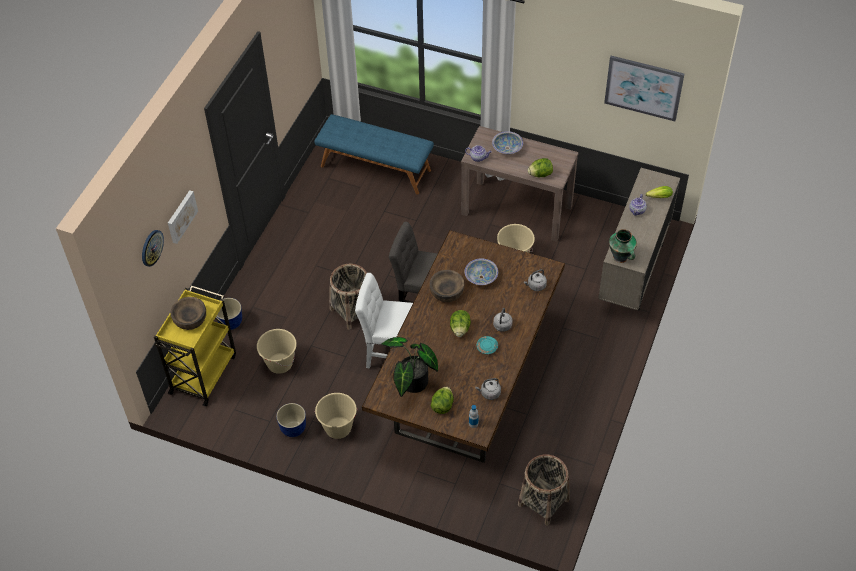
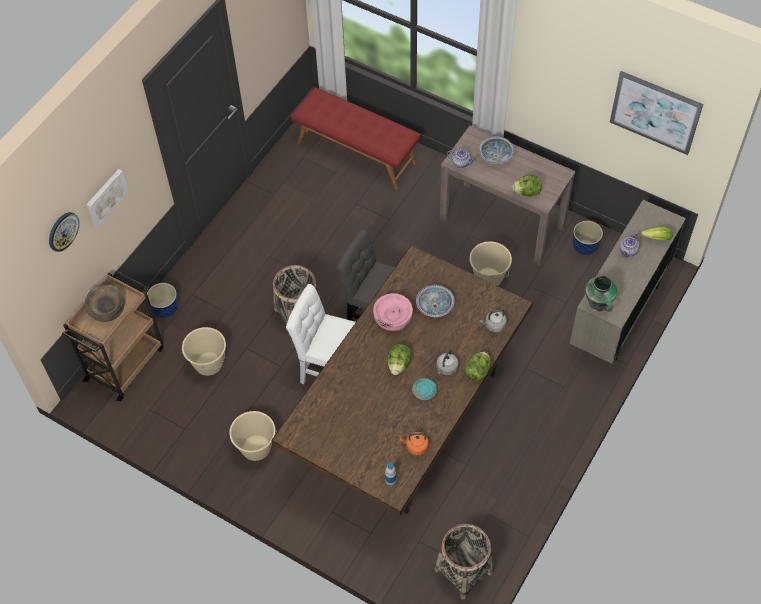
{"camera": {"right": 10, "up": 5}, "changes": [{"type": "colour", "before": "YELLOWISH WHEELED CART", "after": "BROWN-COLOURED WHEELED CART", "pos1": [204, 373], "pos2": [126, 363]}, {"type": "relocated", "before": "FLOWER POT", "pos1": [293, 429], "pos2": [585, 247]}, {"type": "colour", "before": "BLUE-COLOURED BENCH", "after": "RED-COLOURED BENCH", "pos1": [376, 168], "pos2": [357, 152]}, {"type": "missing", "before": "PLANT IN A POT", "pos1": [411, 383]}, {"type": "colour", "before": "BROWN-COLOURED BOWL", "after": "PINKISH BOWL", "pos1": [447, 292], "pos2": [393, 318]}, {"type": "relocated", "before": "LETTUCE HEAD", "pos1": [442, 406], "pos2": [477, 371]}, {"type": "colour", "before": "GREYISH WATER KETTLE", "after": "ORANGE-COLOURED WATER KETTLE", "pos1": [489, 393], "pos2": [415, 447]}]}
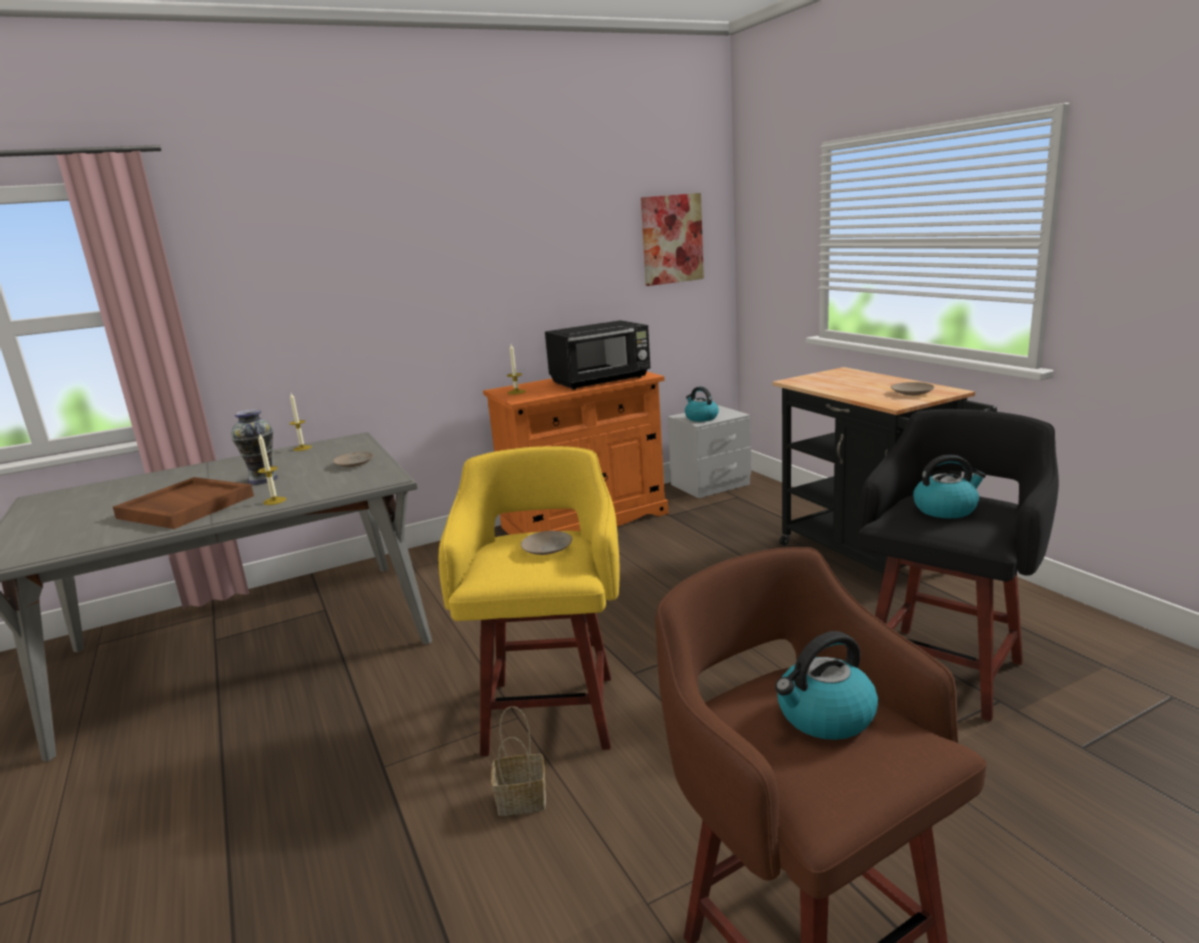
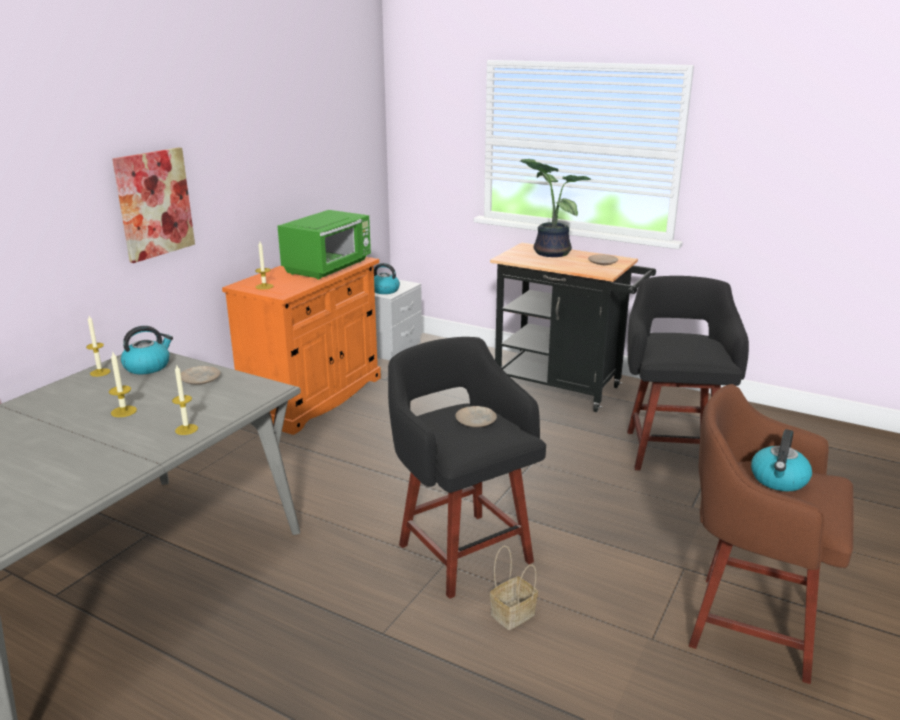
{"camera": {"right": -35, "up": 5}, "changes": [{"type": "missing", "before": "BROWN-COLOURED SERVING TRAY", "pos1": [185, 507]}, {"type": "exchanged", "before": "VASE", "after": "CANDLE", "pos1": [263, 479], "pos2": [124, 411]}, {"type": "colour", "before": "YELLOWISH SITTING STOOL", "after": "BLACKISH SITTING STOOL", "pos1": [550, 709], "pos2": [462, 550]}, {"type": "colour", "before": "BLACKISH KITCHEN MICROWAVE", "after": "GREEN KITCHEN MICROWAVE", "pos1": [601, 380], "pos2": [329, 267]}, {"type": "relocated", "before": "PICTURE", "pos1": [672, 239], "pos2": [154, 204]}, {"type": "relocated", "before": "WATER KETTLE", "pos1": [945, 509], "pos2": [148, 366]}, {"type": "appeared", "after": "PLANT IN A POT", "pos2": [549, 252]}]}
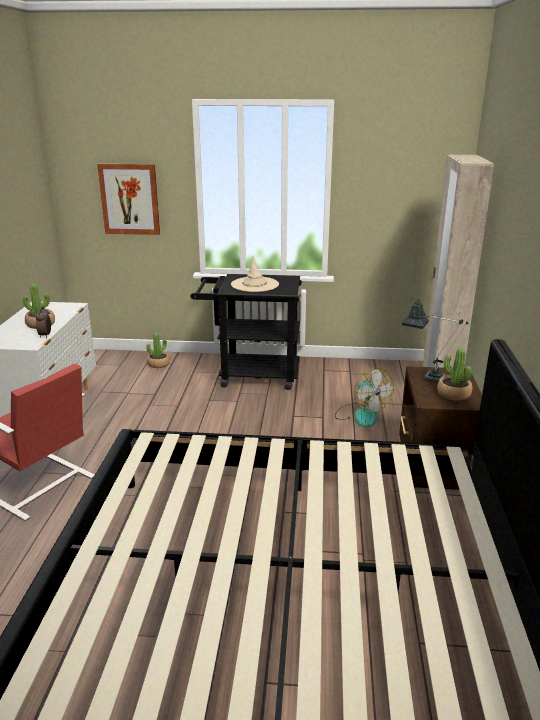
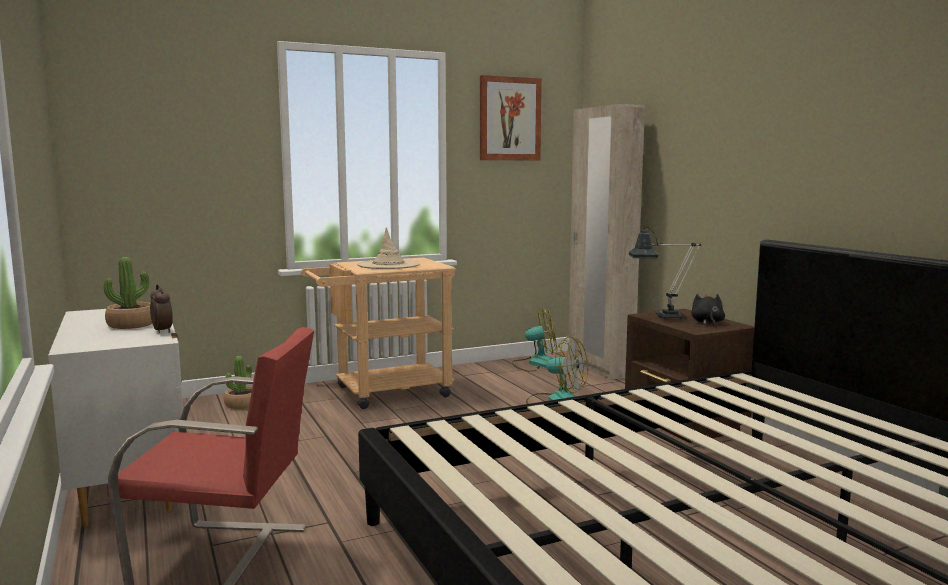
{"camera": {"right": -30, "up": -15}, "changes": [{"type": "relocated", "before": "PICTURE", "pos1": [130, 199], "pos2": [509, 119]}, {"type": "colour", "before": "BLACKISH WHEELED CART", "after": "SAND-COLOURED WHEELED CART", "pos1": [251, 375], "pos2": [382, 393]}, {"type": "exchanged", "before": "PLANT IN A POT", "after": "BLACKISH SOFT TOY", "pos1": [453, 394], "pos2": [707, 323]}, {"type": "appeared", "after": "COOLING FAN", "pos2": [536, 364]}]}
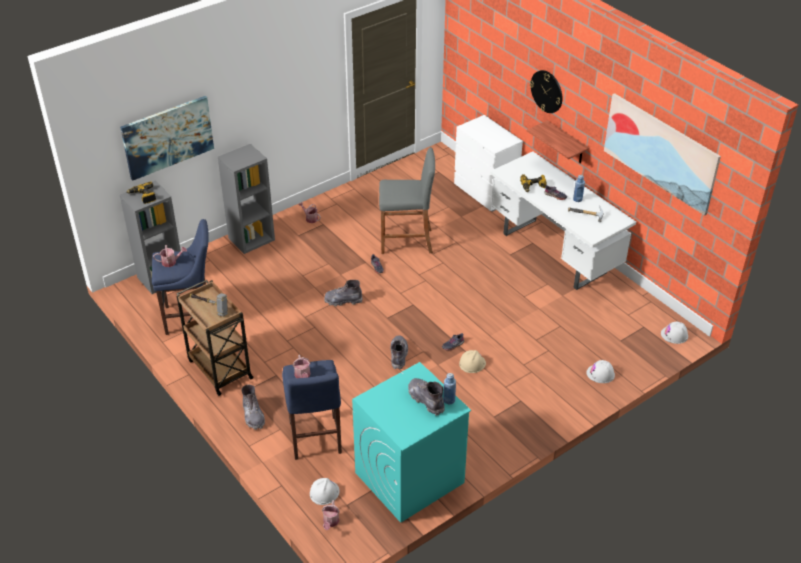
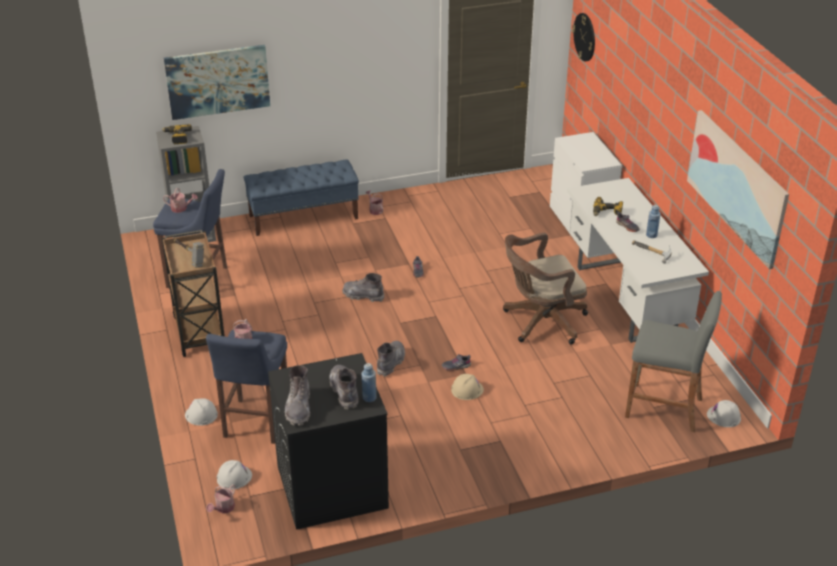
{"camera": {"right": 20, "up": -5}, "changes": [{"type": "exchanged", "before": "GREYISH SHELVING UNIT", "after": "BLUE-COLOURED BENCH", "pos1": [251, 238], "pos2": [304, 217]}, {"type": "relocated", "before": "GREYISH HIGH-TOP BOOT", "pos1": [253, 415], "pos2": [298, 408]}, {"type": "colour", "before": "BLUE-GREEN WASHING MACHINE", "after": "BLACKISH WASHING MACHINE", "pos1": [409, 478], "pos2": [331, 487]}, {"type": "relocated", "before": "GREYISH SITTING STOOL", "pos1": [406, 241], "pos2": [663, 408]}, {"type": "missing", "before": "SHELF", "pos1": [567, 143]}, {"type": "relocated", "before": "CLOCK ON THE WALL", "pos1": [547, 91], "pos2": [585, 37]}, {"type": "relocated", "before": "WHITE SAFETY HELMET", "pos1": [600, 374], "pos2": [201, 415]}, {"type": "appeared", "after": "BROWN-COLOURED COMPUTER CHAIR", "pos2": [541, 322]}]}
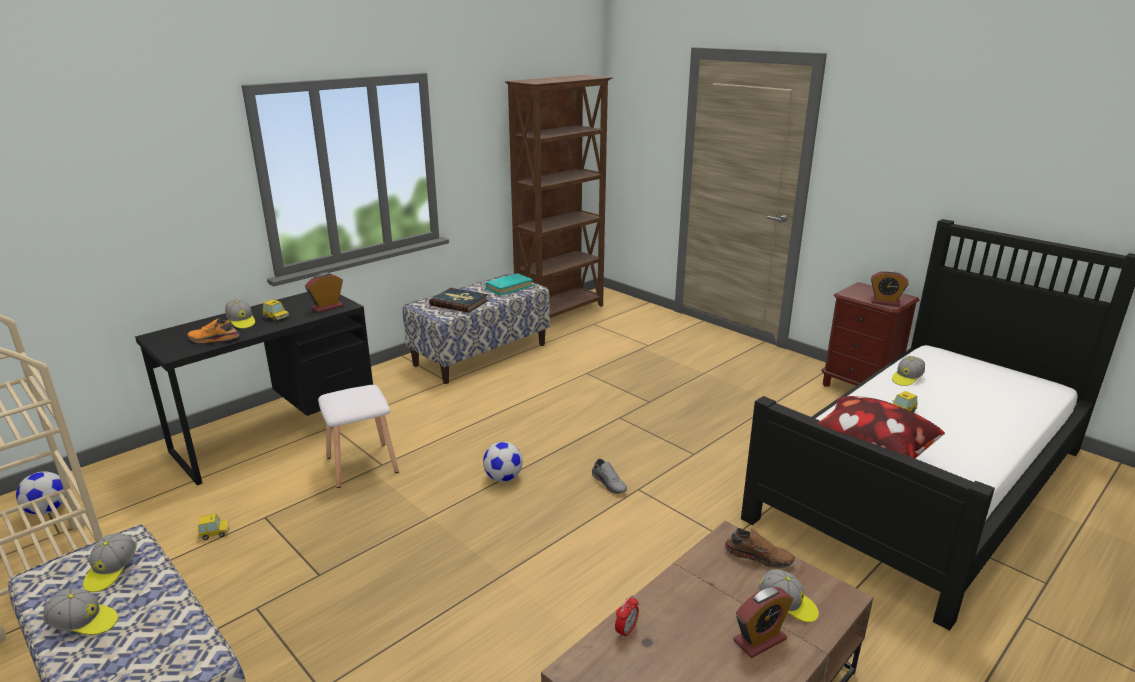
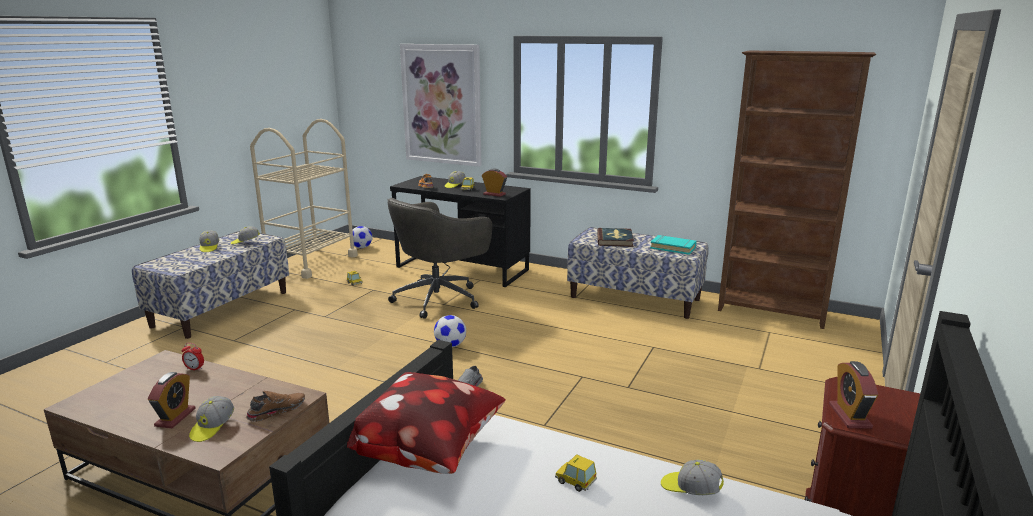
{"camera": {"right": 70, "up": -5}, "changes": [{"type": "exchanged", "before": "WHITE SITTING STOOL", "after": "GREYISH COMPUTER CHAIR", "pos1": [361, 465], "pos2": [439, 298]}, {"type": "spun", "before": "BROWN-COLOURED SHOE", "pos1": [758, 556], "pos2": [276, 410], "turn": -135}, {"type": "spun", "before": "BEDSIDE CLOCK", "pos1": [759, 640], "pos2": [175, 417], "turn": -120}, {"type": "appeared", "after": "PICTURE", "pos2": [442, 104]}]}
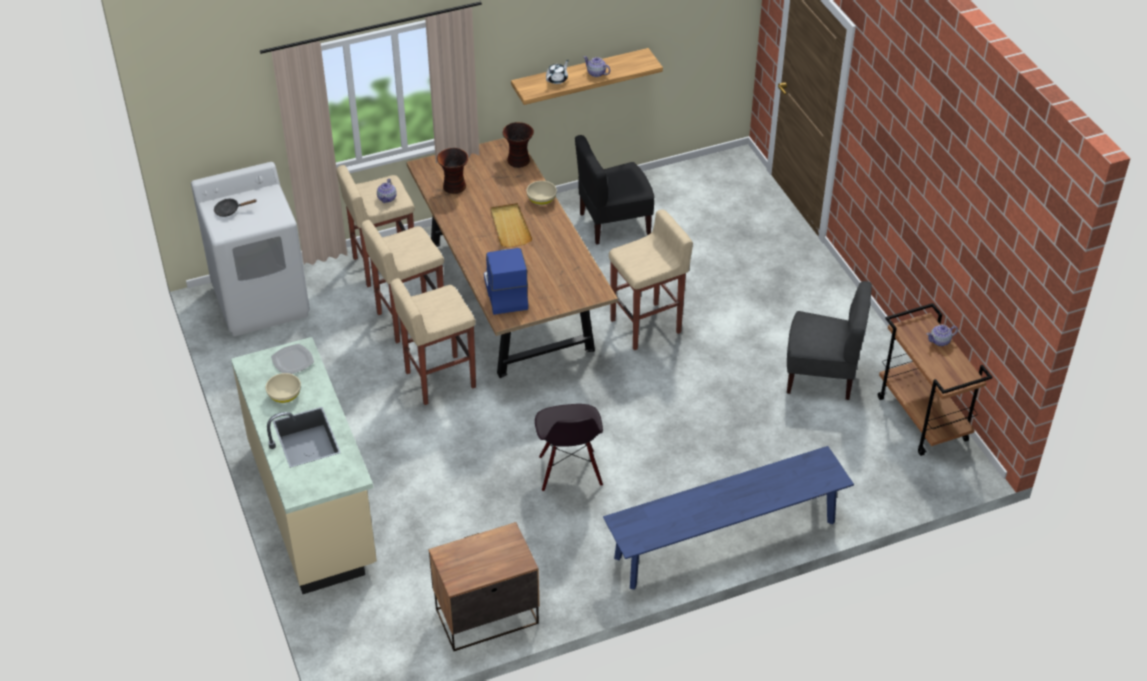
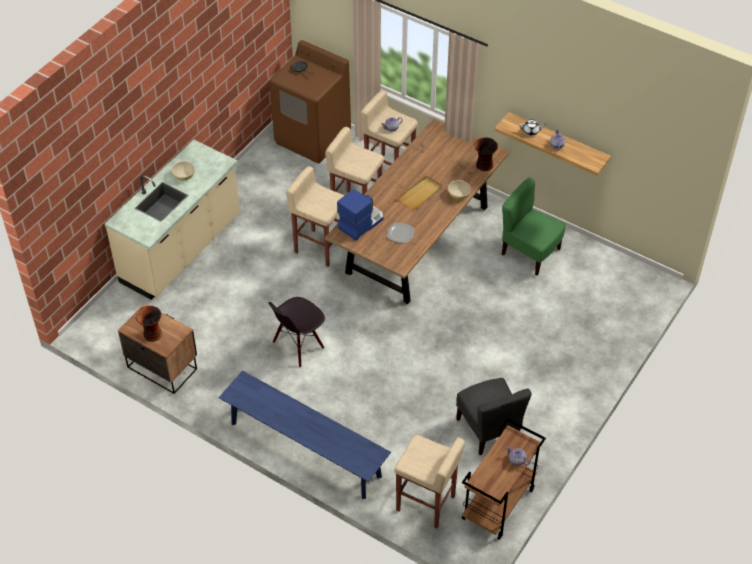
{"camera": {"right": 55, "up": 5}, "changes": [{"type": "colour", "before": "WHITE WASHING MACHINE", "after": "BROWN-COLOURED WASHING MACHINE", "pos1": [261, 300], "pos2": [313, 137]}, {"type": "relocated", "before": "FLAT DISH", "pos1": [293, 360], "pos2": [400, 233]}, {"type": "relocated", "before": "VASE", "pos1": [454, 187], "pos2": [152, 334]}, {"type": "colour", "before": "BLACKISH UPRIGHT CHAIR", "after": "GREEN UPRIGHT CHAIR", "pos1": [614, 223], "pos2": [530, 252]}, {"type": "relocated", "before": "SAND-COLOURED SITTING STOOL", "pos1": [647, 326], "pos2": [426, 504]}]}
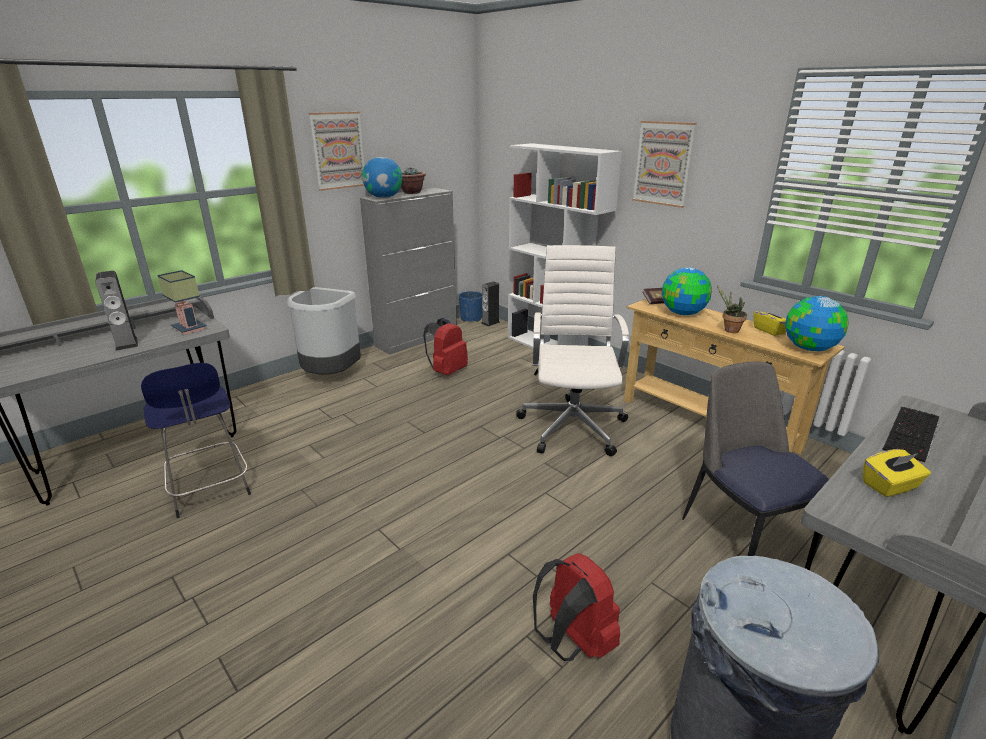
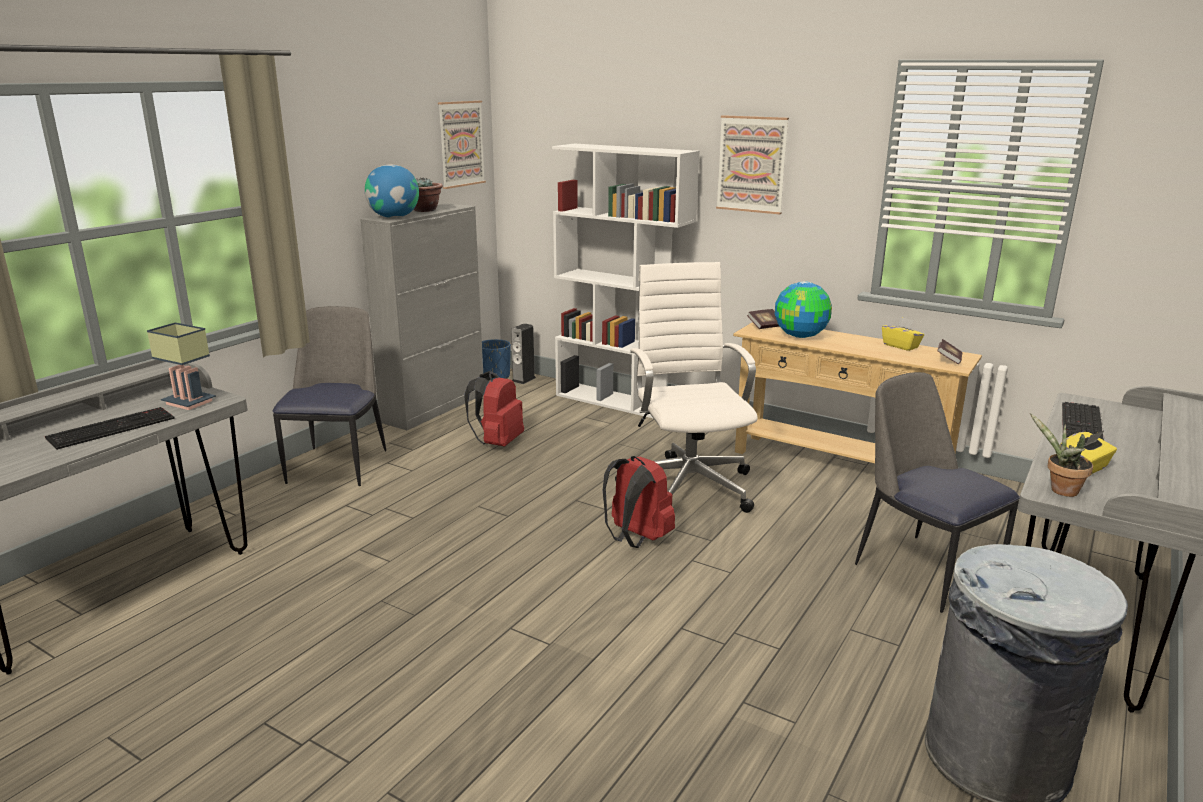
{"camera": {"right": -15, "up": -5}, "changes": [{"type": "exchanged", "before": "SPEAKER", "after": "PC KEYBOARD", "pos1": [126, 343], "pos2": [112, 427]}, {"type": "missing", "before": "BLUE-COLOURED SITTING STOOL", "pos1": [210, 490]}, {"type": "exchanged", "before": "GREYISH RUBBISH BIN", "after": "UPRIGHT CHAIR", "pos1": [330, 376], "pos2": [338, 465]}, {"type": "relocated", "before": "PICTURE", "pos1": [338, 150], "pos2": [461, 144]}, {"type": "relocated", "before": "RED-COLOURED RUCKSACK", "pos1": [573, 642], "pos2": [636, 539]}, {"type": "relocated", "before": "PLANT IN A POT", "pos1": [729, 330], "pos2": [1060, 490]}, {"type": "exchanged", "before": "WORLD GLOBE", "after": "BOUND BOOK", "pos1": [808, 348], "pos2": [948, 360]}]}
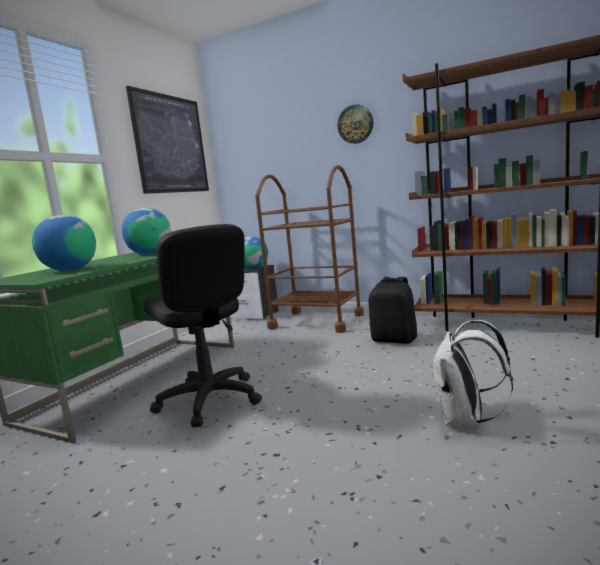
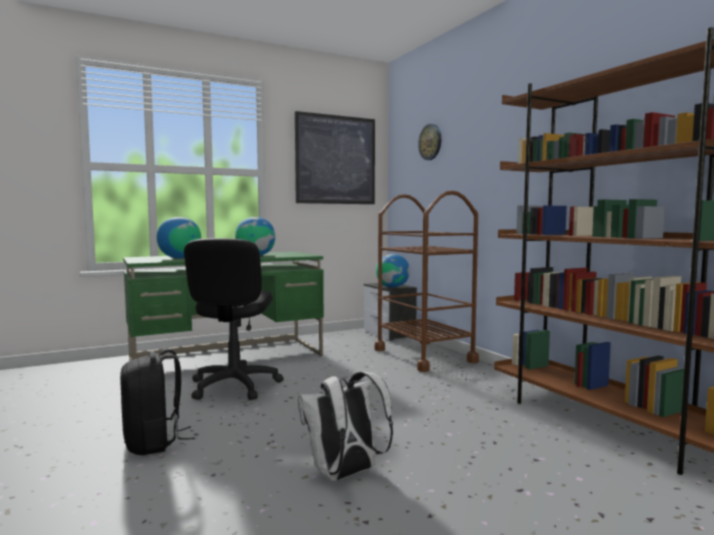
{"camera": {"right": 35, "up": -5}, "changes": [{"type": "relocated", "before": "CLOCK ON THE WALL", "pos1": [355, 124], "pos2": [430, 142]}, {"type": "relocated", "before": "BLACKISH RUCKSACK", "pos1": [394, 340], "pos2": [154, 443]}]}
